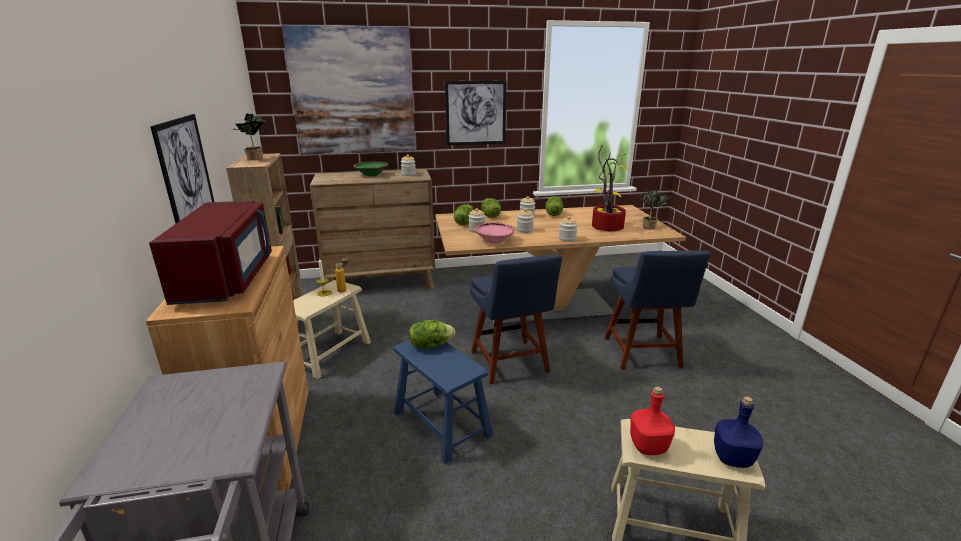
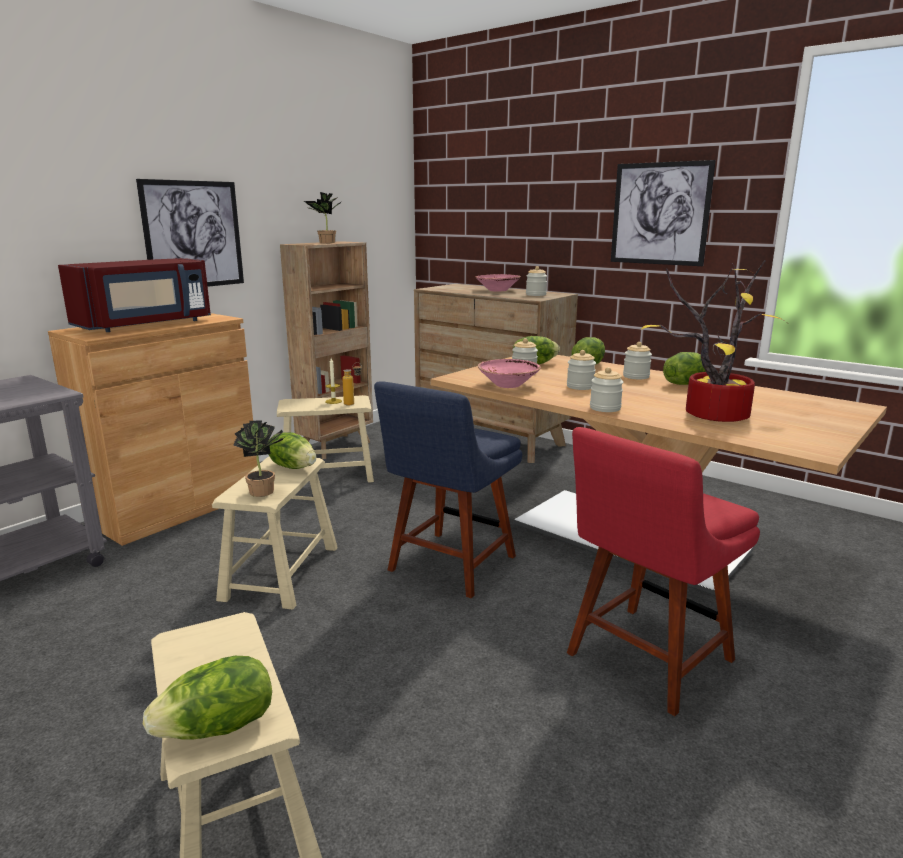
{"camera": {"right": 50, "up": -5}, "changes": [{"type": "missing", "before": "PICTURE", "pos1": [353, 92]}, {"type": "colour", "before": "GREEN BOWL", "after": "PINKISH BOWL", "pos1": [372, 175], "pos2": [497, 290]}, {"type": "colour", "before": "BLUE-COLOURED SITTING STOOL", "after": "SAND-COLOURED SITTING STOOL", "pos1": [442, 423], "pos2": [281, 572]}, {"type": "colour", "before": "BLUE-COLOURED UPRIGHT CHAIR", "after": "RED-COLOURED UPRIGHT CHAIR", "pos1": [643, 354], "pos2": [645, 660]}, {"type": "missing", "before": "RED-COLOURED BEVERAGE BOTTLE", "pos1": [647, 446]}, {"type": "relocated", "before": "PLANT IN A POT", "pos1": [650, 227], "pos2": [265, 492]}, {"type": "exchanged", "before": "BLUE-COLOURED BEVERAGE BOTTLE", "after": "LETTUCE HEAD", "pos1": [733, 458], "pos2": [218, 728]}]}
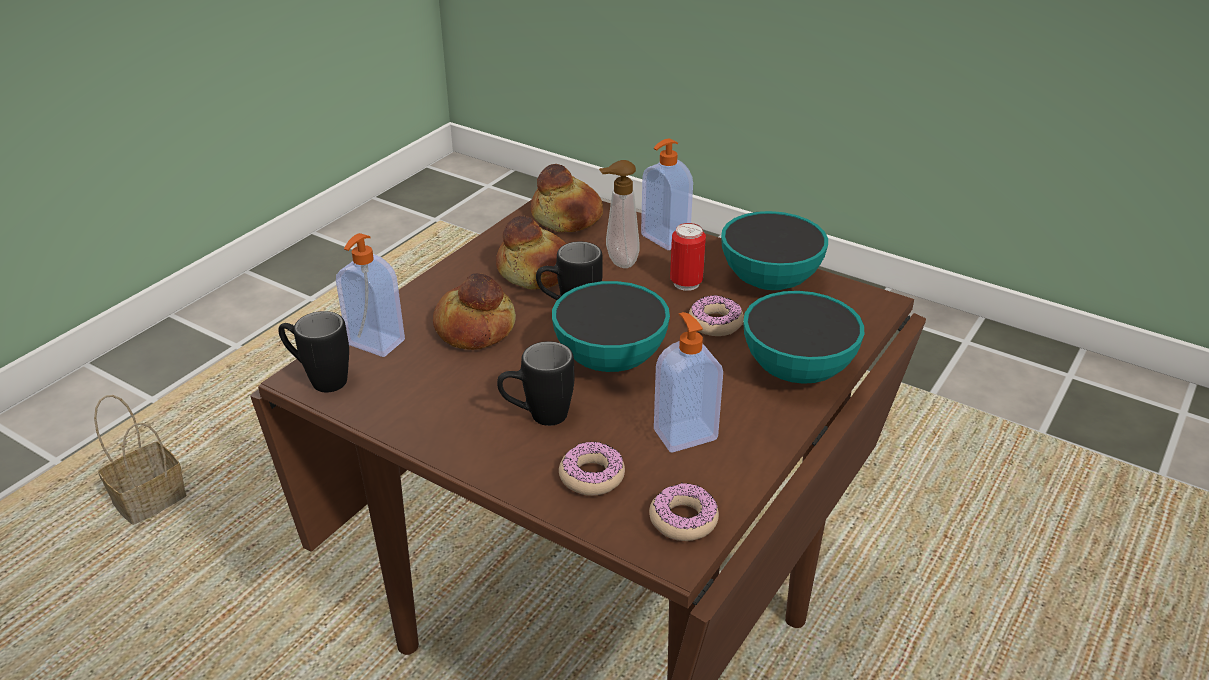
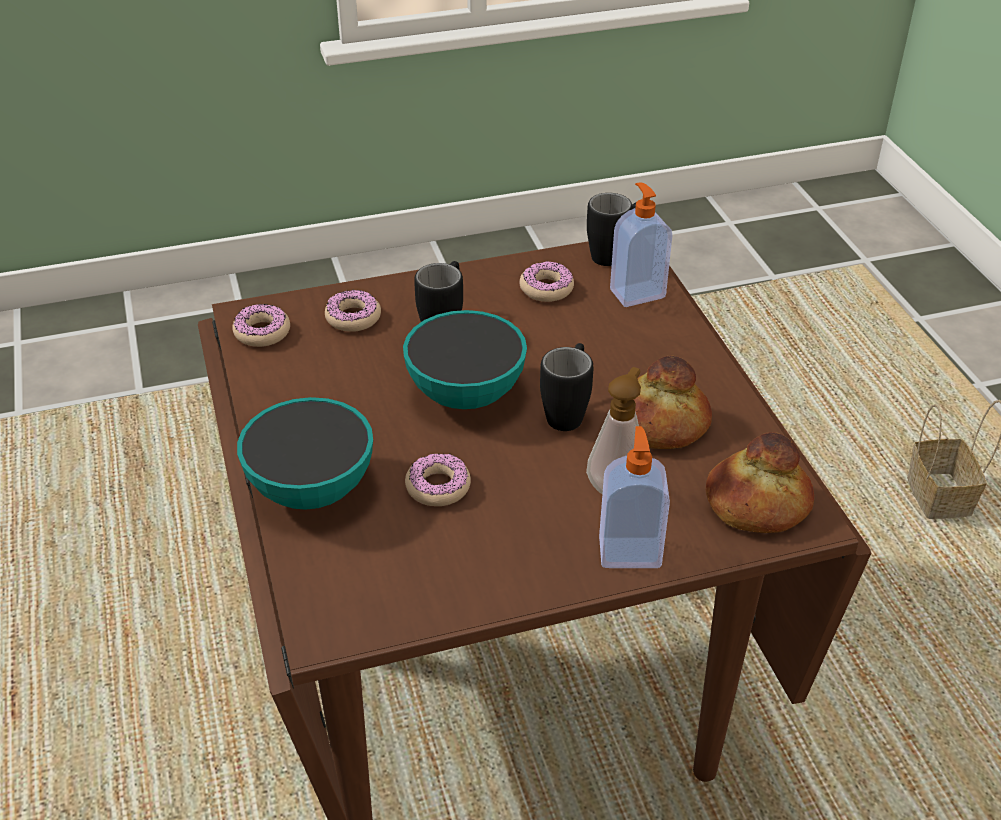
{"camera": {"right": 130, "up": 5}, "changes": [{"type": "missing", "before": "BAKERY BREAD", "pos1": [474, 328]}, {"type": "missing", "before": "SOAP BOTTLE", "pos1": [684, 434]}, {"type": "missing", "before": "SEALED CAN", "pos1": [686, 283]}, {"type": "missing", "before": "BOWL", "pos1": [769, 282]}, {"type": "appeared", "after": "RING DOUGHNUT", "pos2": [546, 288]}]}
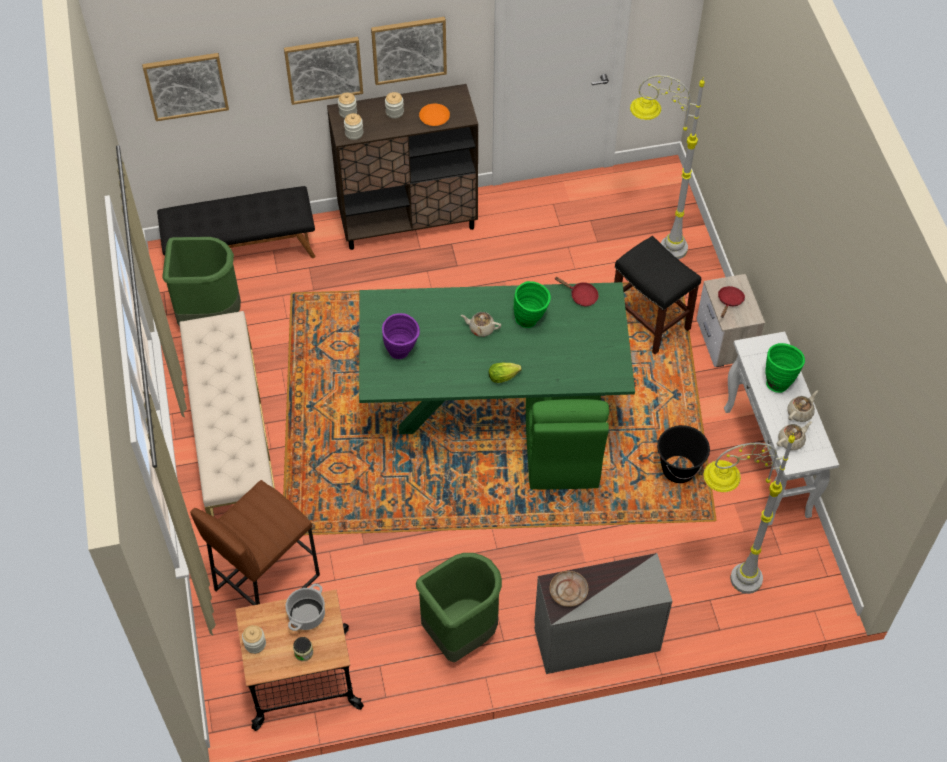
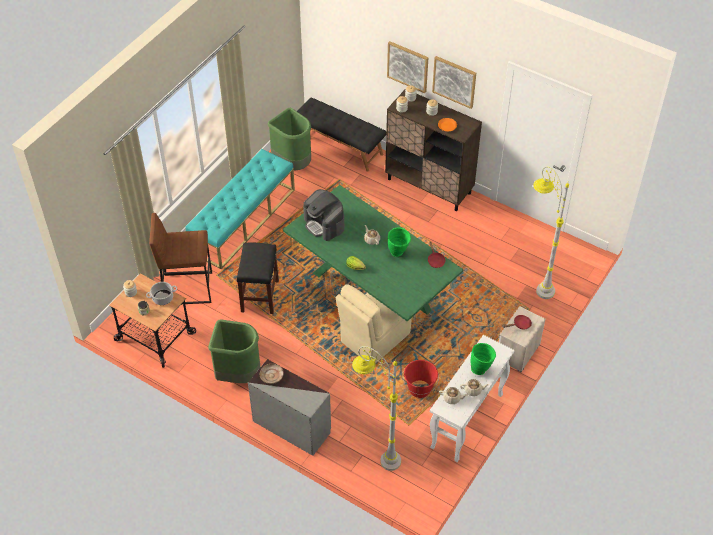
{"camera": {"right": 45, "up": -5}, "changes": [{"type": "missing", "before": "PICTURE", "pos1": [186, 85]}, {"type": "colour", "before": "SAND-COLOURED BENCH", "after": "BLUE-GREEN BENCH", "pos1": [232, 437], "pos2": [243, 220]}, {"type": "exchanged", "before": "PURPLISH VASE", "after": "COFFEE BREWER", "pos1": [402, 353], "pos2": [324, 224]}, {"type": "colour", "before": "GREEN UPRIGHT CHAIR", "after": "SAND-COLOURED UPRIGHT CHAIR", "pos1": [561, 454], "pos2": [373, 338]}, {"type": "relocated", "before": "BLACKISH SITTING STOOL", "pos1": [648, 321], "pos2": [259, 295]}, {"type": "colour", "before": "BLACKISH PAIL", "after": "RED-COLOURED PAIL", "pos1": [678, 469], "pos2": [419, 389]}]}
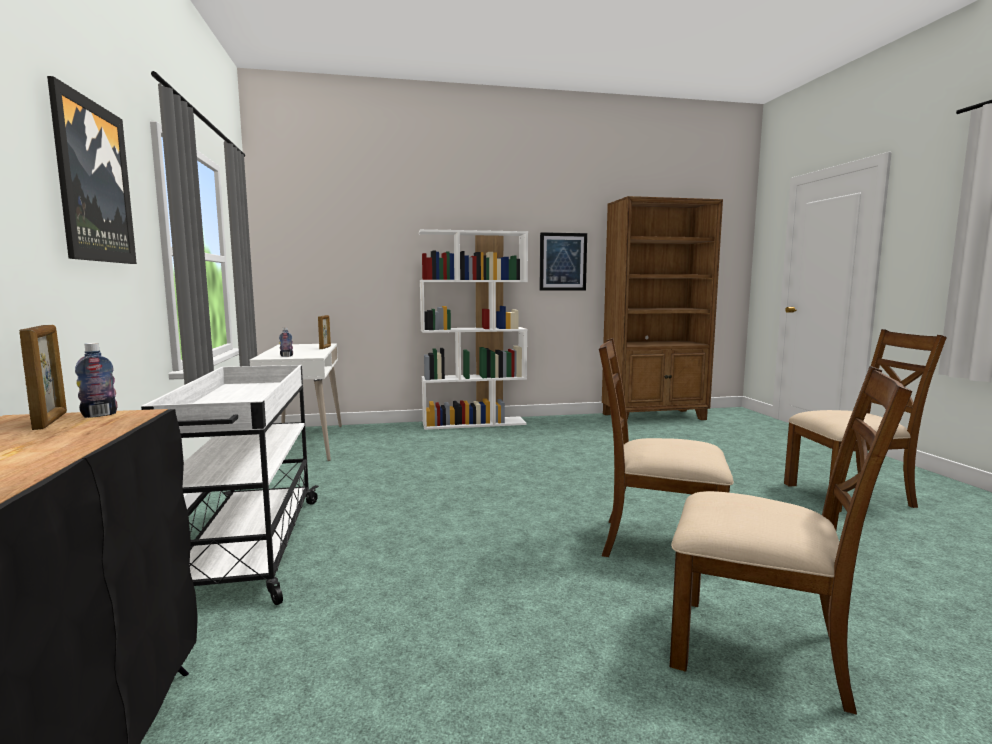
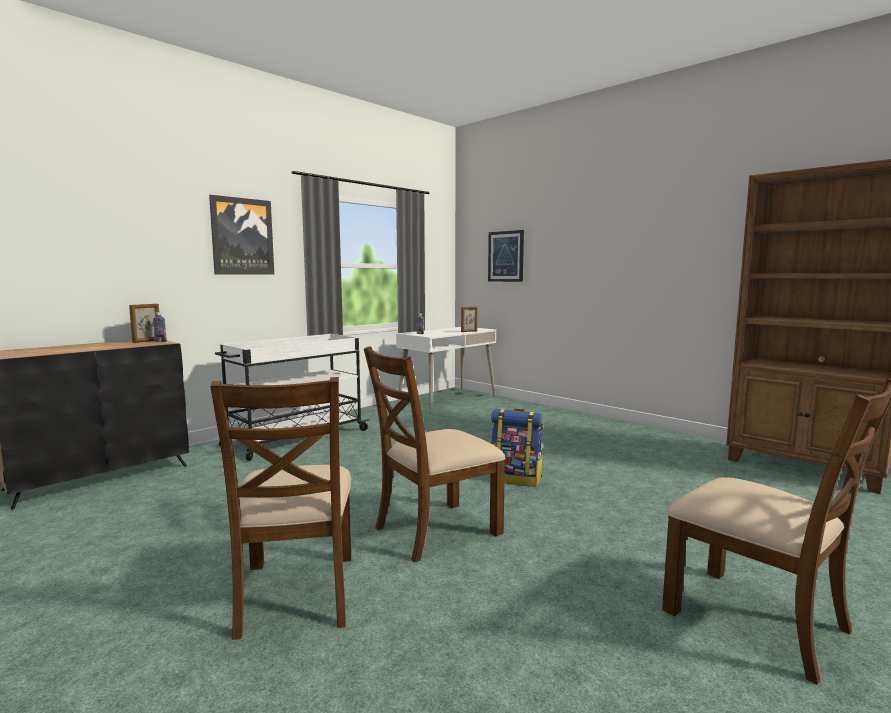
{"camera": {"right": 55, "up": 0}, "changes": [{"type": "missing", "before": "WHITE SHELVING UNIT", "pos1": [474, 423]}, {"type": "relocated", "before": "PICTURE", "pos1": [562, 262], "pos2": [506, 256]}, {"type": "spun", "before": "BROWN-COLOURED UPRIGHT CHAIR", "pos1": [658, 543], "pos2": [435, 530], "turn": -105}, {"type": "appeared", "after": "RUCKSACK", "pos2": [516, 479]}]}
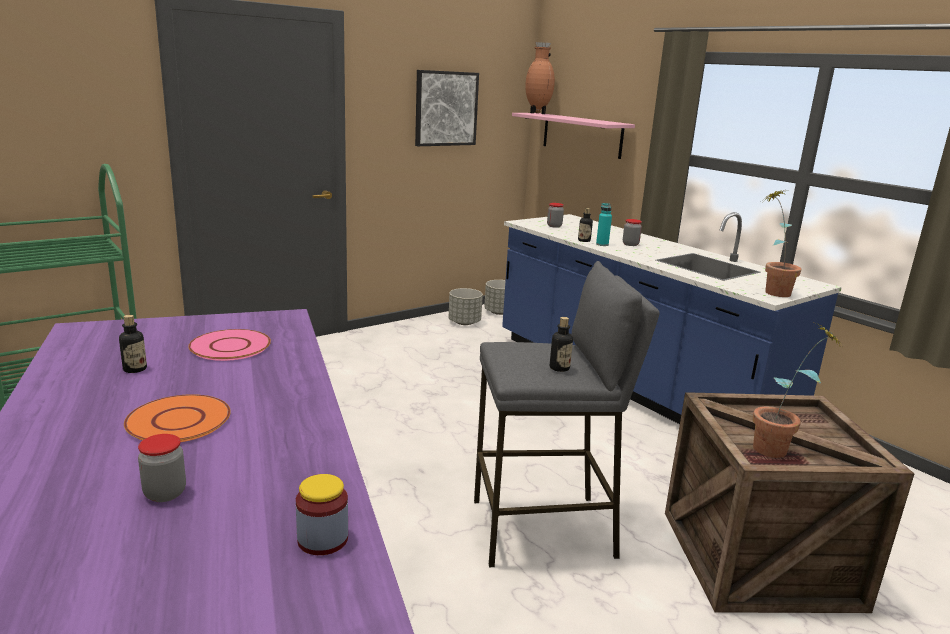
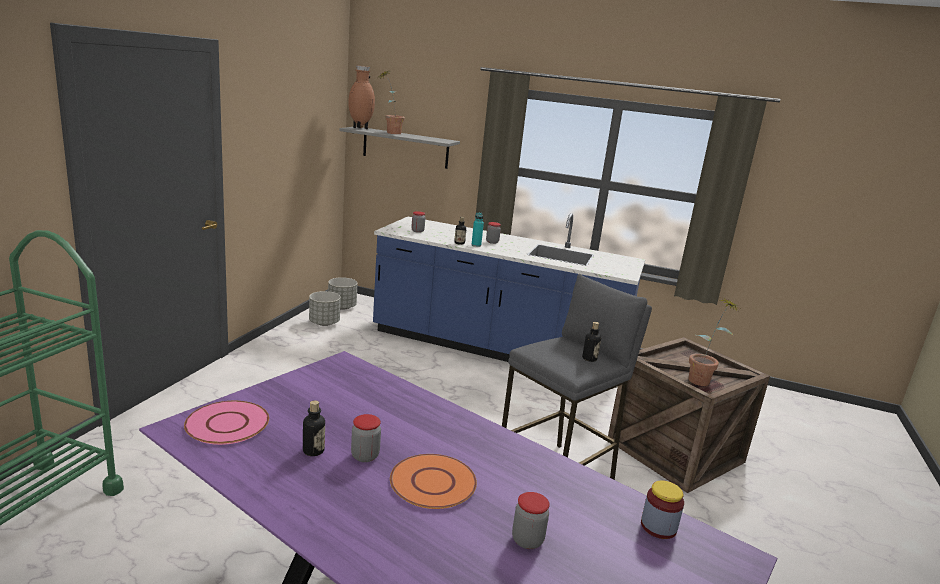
{"camera": {"right": -35, "up": 0}, "changes": [{"type": "relocated", "before": "PINKISH FLAT DISH", "pos1": [229, 346], "pos2": [227, 424]}, {"type": "missing", "before": "PICTURE", "pos1": [446, 108]}, {"type": "colour", "before": "PINKISH SHELF", "after": "GREYISH SHELF", "pos1": [582, 135], "pos2": [405, 147]}, {"type": "relocated", "before": "PLANT IN A POT", "pos1": [771, 291], "pos2": [390, 132]}, {"type": "appeared", "after": "STORAGE JAR", "pos2": [365, 456]}]}
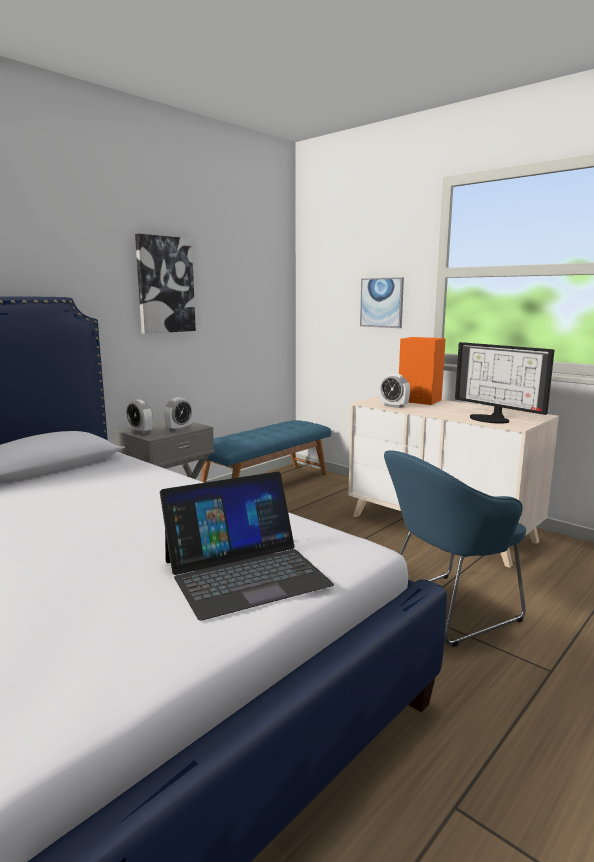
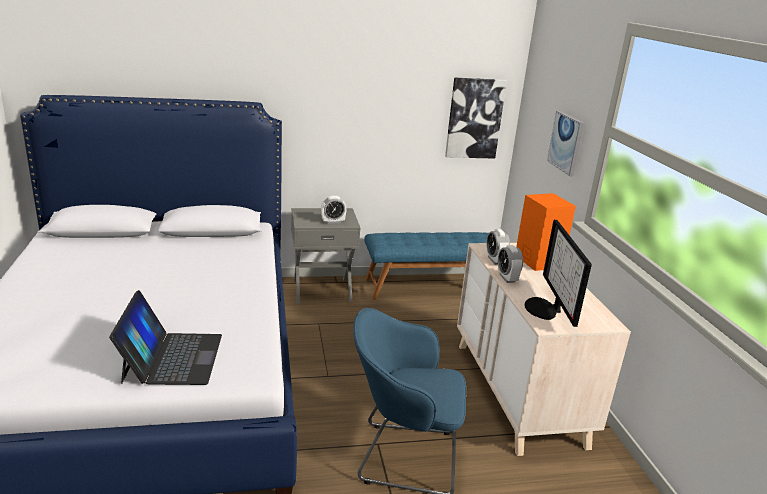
{"camera": {"right": 35, "up": 10}, "changes": [{"type": "relocated", "before": "BEDSIDE CLOCK", "pos1": [140, 432], "pos2": [507, 278]}, {"type": "relocated", "before": "PICTURE", "pos1": [165, 285], "pos2": [474, 118]}, {"type": "spun", "before": "NOTEBOOK COMPUTER", "pos1": [245, 572], "pos2": [172, 358], "turn": -105}]}
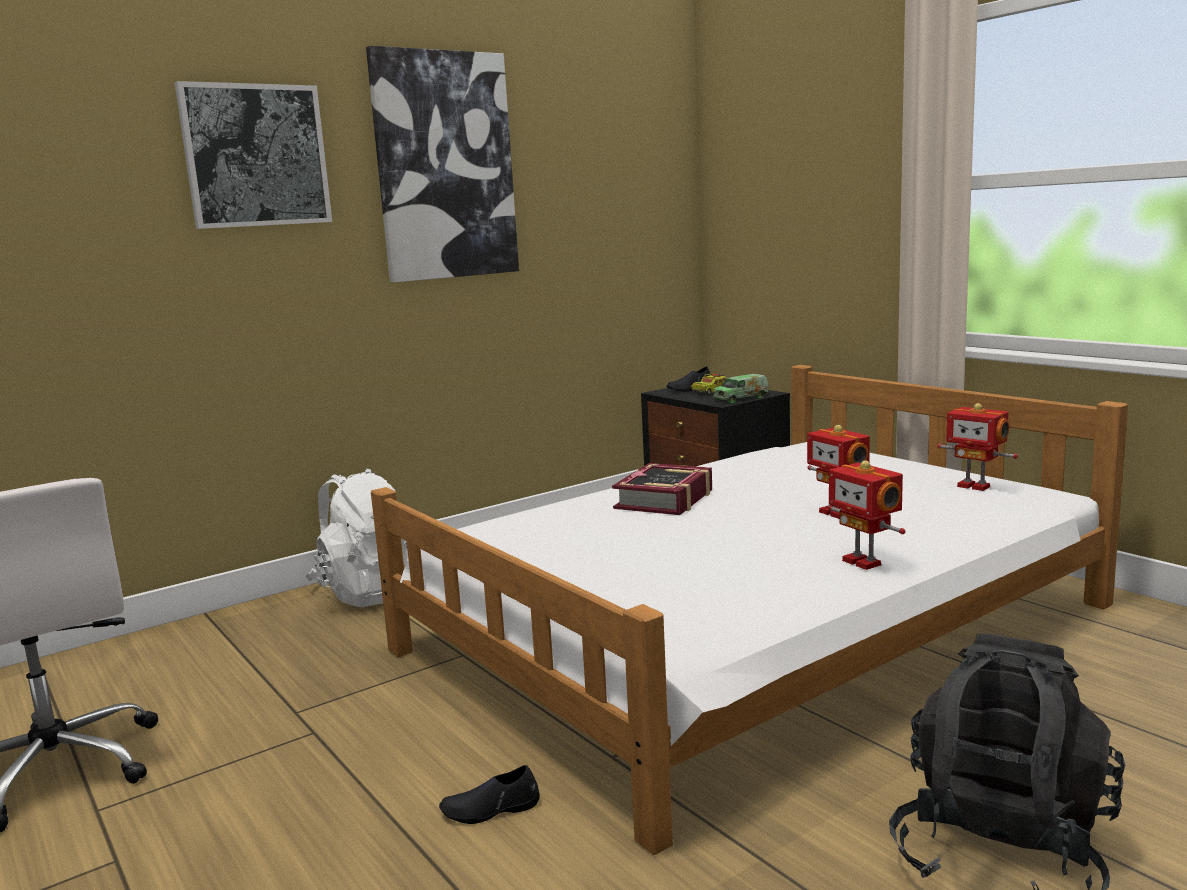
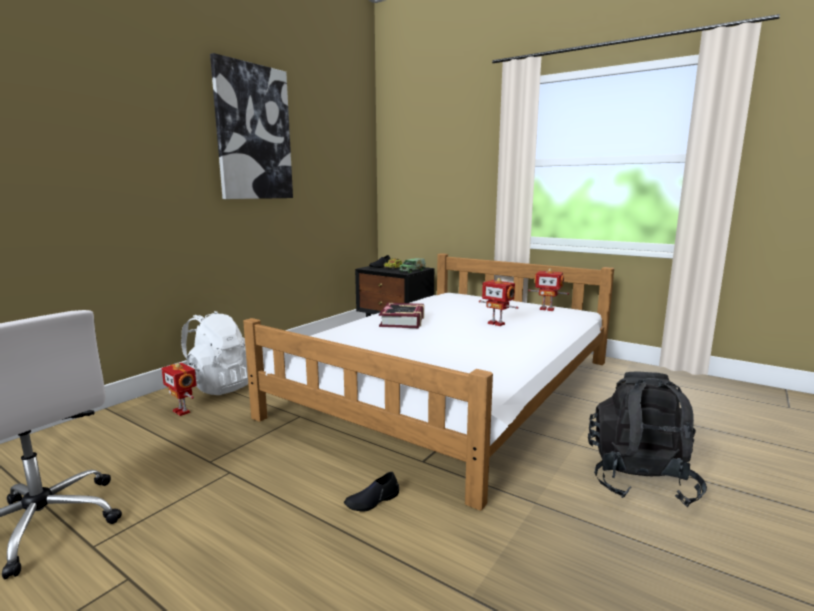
{"camera": {"right": -20, "up": 0}, "changes": [{"type": "missing", "before": "PICTURE", "pos1": [256, 156]}, {"type": "relocated", "before": "TOY ROBOT", "pos1": [863, 562], "pos2": [182, 411]}]}
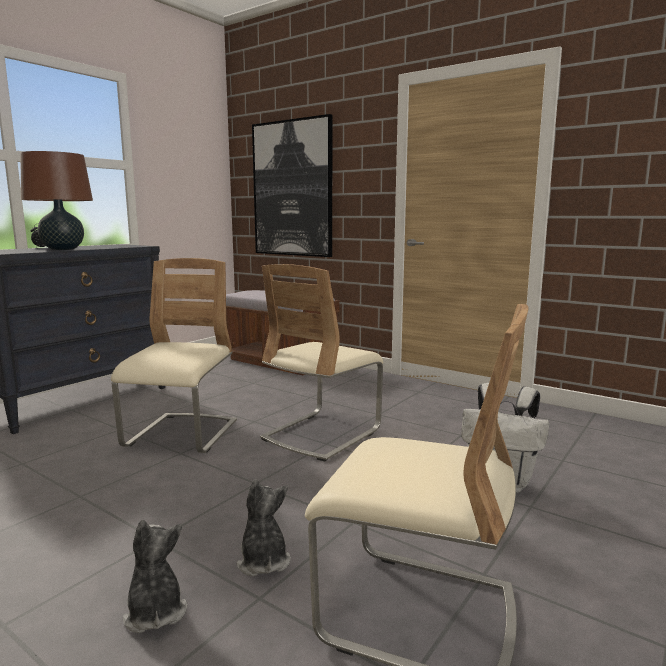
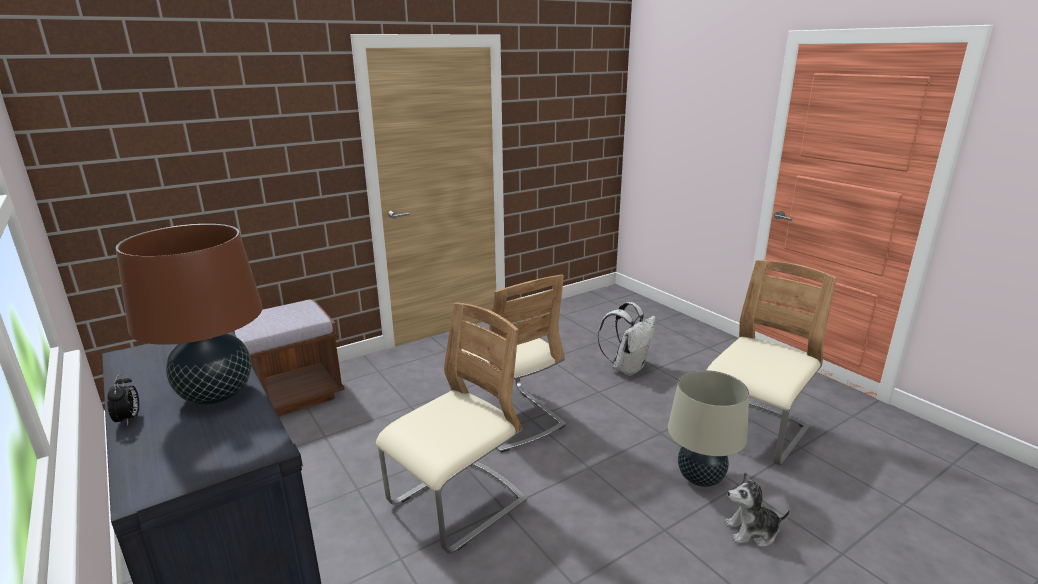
{"camera": {"right": -70, "up": 10}, "changes": [{"type": "spun", "before": "SAND-COLOURED UPRIGHT CHAIR", "pos1": [182, 435], "pos2": [457, 505], "turn": 105}, {"type": "exchanged", "before": "SOFT TOY", "after": "SAND-COLOURED TABLE LAMP", "pos1": [263, 561], "pos2": [700, 478]}, {"type": "missing", "before": "PICTURE", "pos1": [292, 189]}]}
